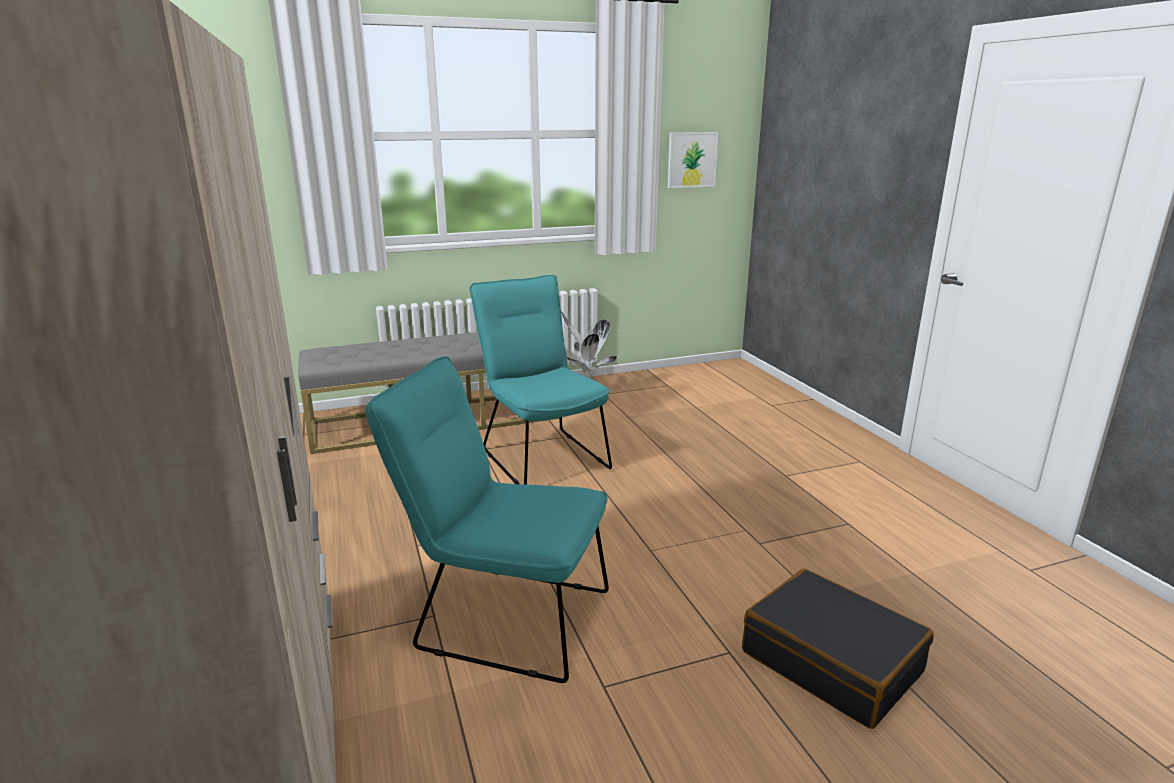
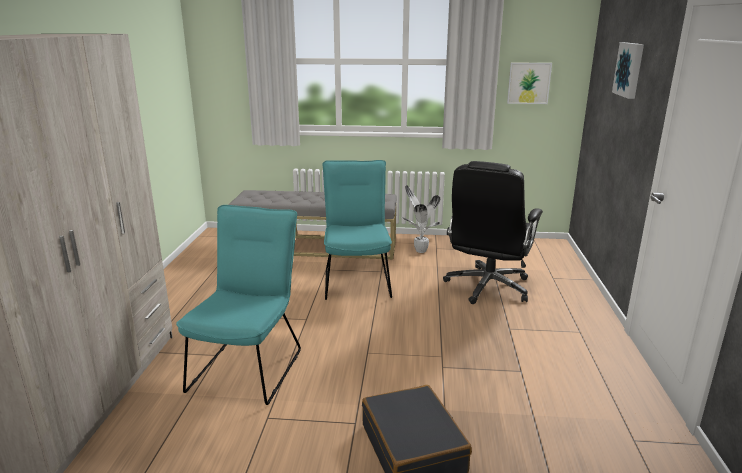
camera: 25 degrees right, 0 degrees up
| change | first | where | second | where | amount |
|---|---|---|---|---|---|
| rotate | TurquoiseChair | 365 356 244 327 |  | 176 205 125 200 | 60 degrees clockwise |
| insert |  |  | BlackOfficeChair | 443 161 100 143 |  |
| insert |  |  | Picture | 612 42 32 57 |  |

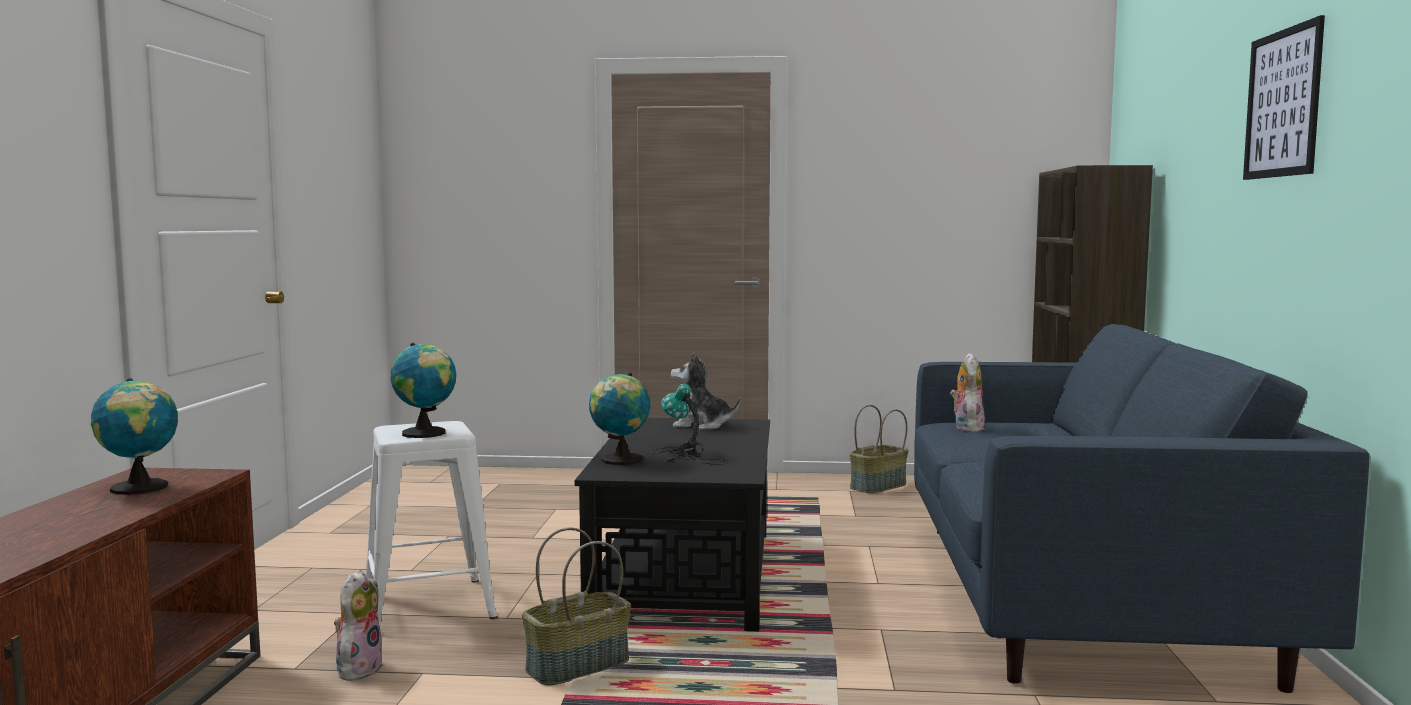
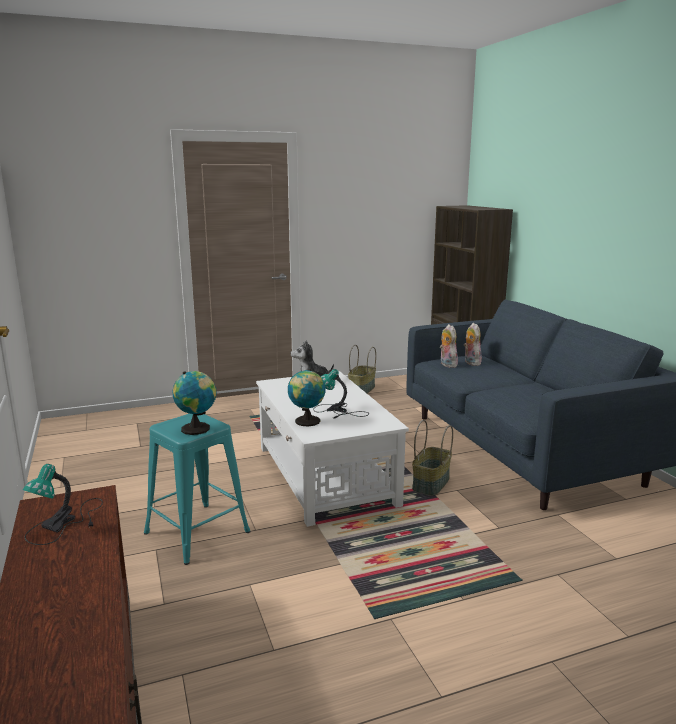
camera: 25 degrees left, 10 degrees up
| change | first | where | second | where | amount |
|---|---|---|---|---|---|
| replace | Globe | 91 378 87 117 | TableLamp | 23 464 80 81 |  |
| move | PlushToy | 334 569 49 112 |  | 464 323 18 43 |  |
| recolor | WhiteStool | 366 421 132 205 | TurquoiseStool | 144 414 107 151 |  |
| move | Basket | 522 527 109 159 |  | 412 420 41 76 |  |
| recolor | BlackCoffeeTable | 575 418 195 213 | WhiteCoffeeTable | 256 371 153 156 |  |
| delete | Picture | 1243 15 82 165 |  |  |  |

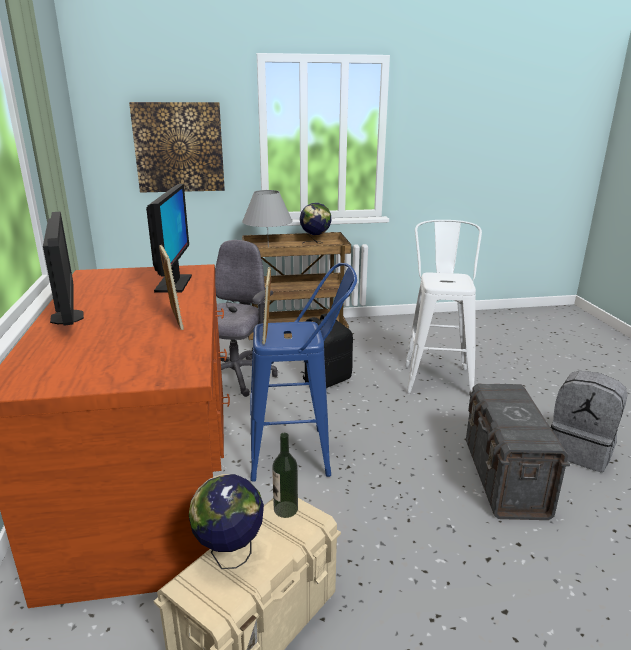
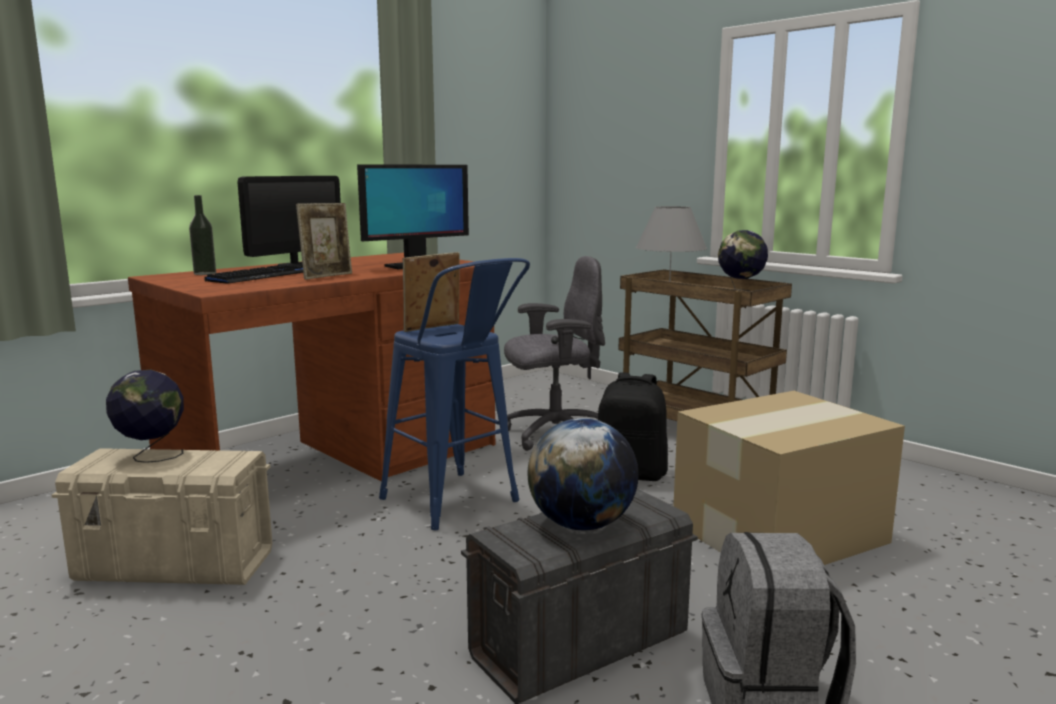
camera: 55 degrees right, 10 degrees down
| change | first | where | second | where | amount |
|---|---|---|---|---|---|
| delete | Picture | 129 102 96 91 |  |  |  |
| move | Bottle | 272 433 26 85 |  | 189 195 27 80 |  |
| replace | WhiteStool | 405 220 77 173 | CardboardBox | 673 391 232 174 |  |
| insert |  |  | Keyboard | 204 264 99 20 |  |
| insert |  |  | Globe | 527 418 112 113 |  |

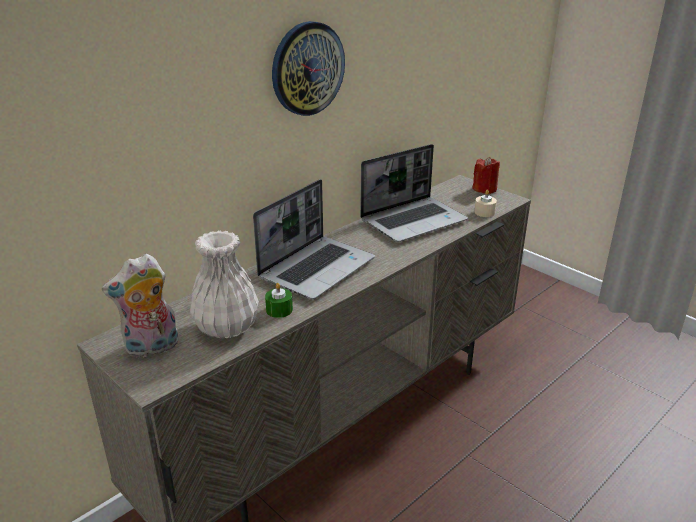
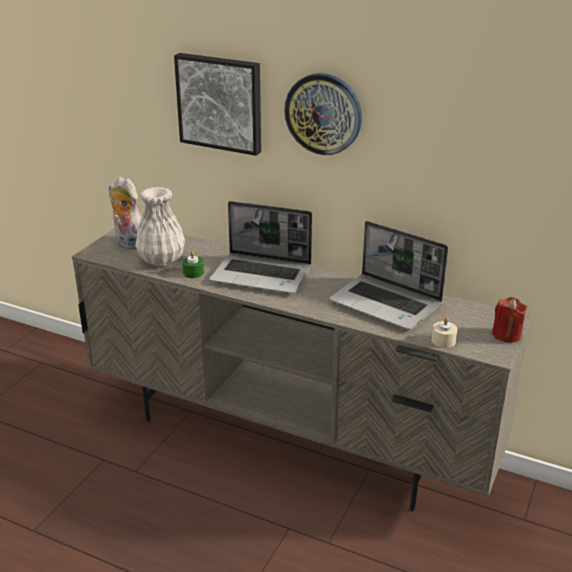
camera: 70 degrees right, 0 degrees up
| change | first | where | second | where | amount |
|---|---|---|---|---|---|
| insert |  |  | Picture | 174 53 87 103 |  |

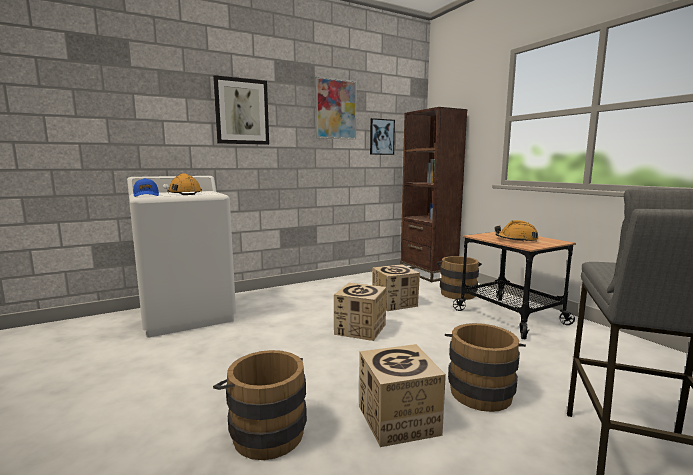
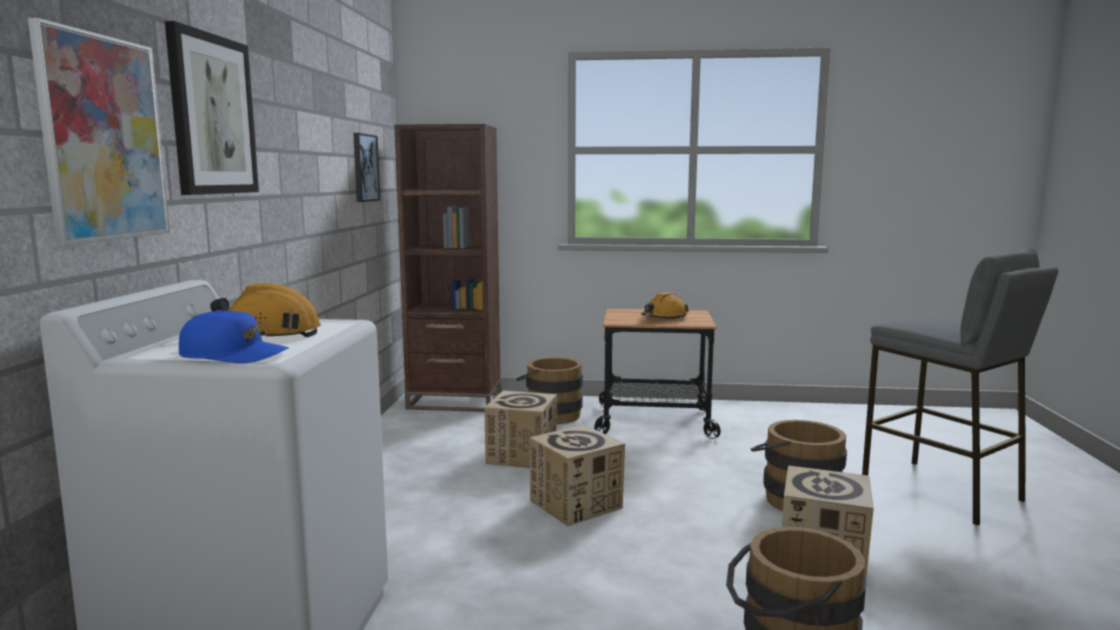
camera: 55 degrees left, 0 degrees up
| change | first | where | second | where | amount |
|---|---|---|---|---|---|
| move | Picture | 315 76 41 64 |  | 28 18 142 228 |  |

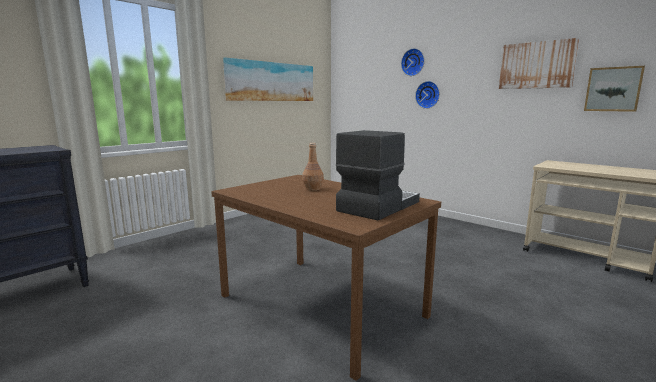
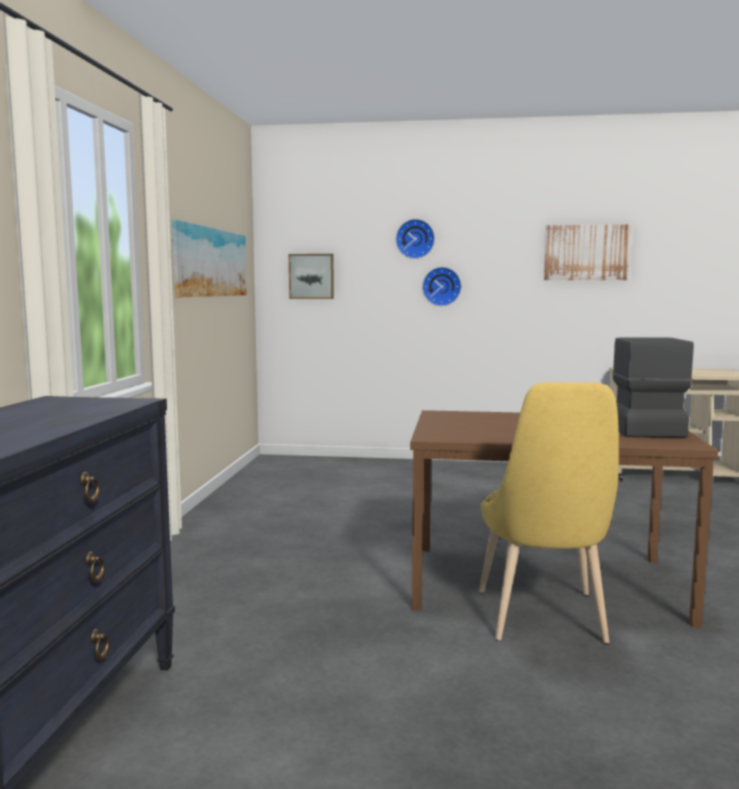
camera: 35 degrees left, 5 degrees down
| change | first | where | second | where | amount |
|---|---|---|---|---|---|
| delete | BrownBottle | 302 143 22 48 |  |  |  |
| move | Picture | 584 66 61 46 |  | 289 254 45 45 |  |
| insert |  |  | YellowChair | 479 382 140 262 |  |

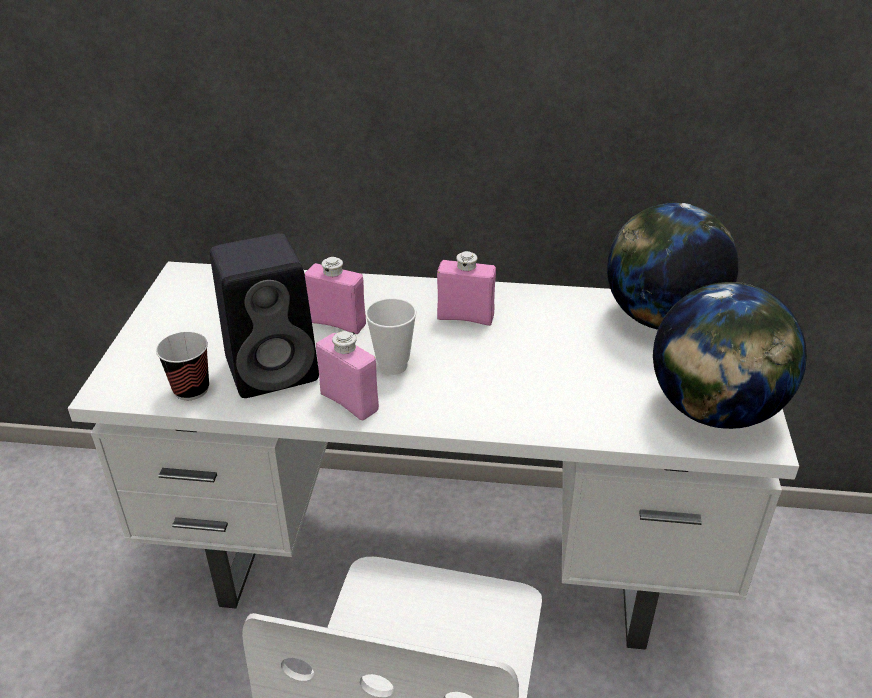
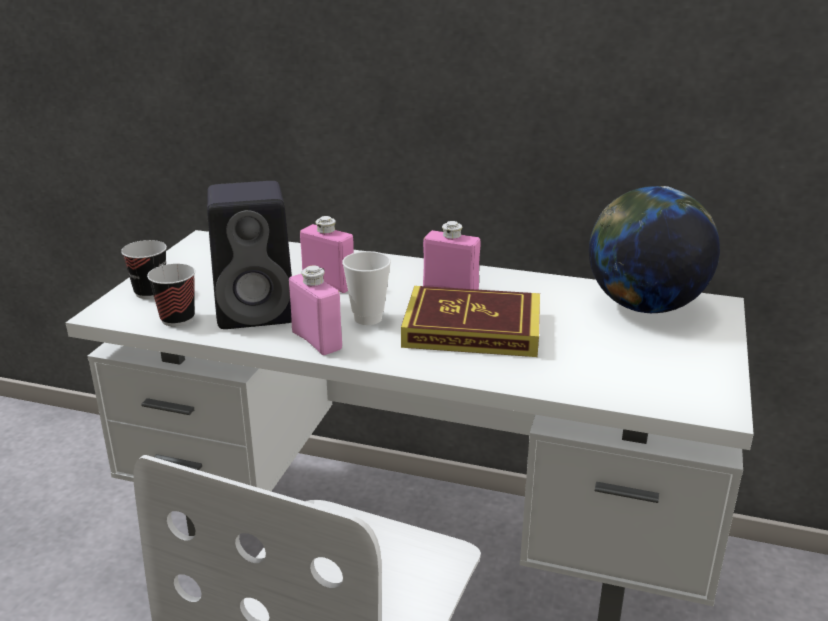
camera: 10 degrees right, 10 degrees down
| change | first | where | second | where | amount |
|---|---|---|---|---|---|
| delete | Globe | 653 282 154 147 |  |  |  |
| insert |  |  | Cup | 121 240 46 59 |  |
| insert |  |  | Book | 401 286 139 71 |  |

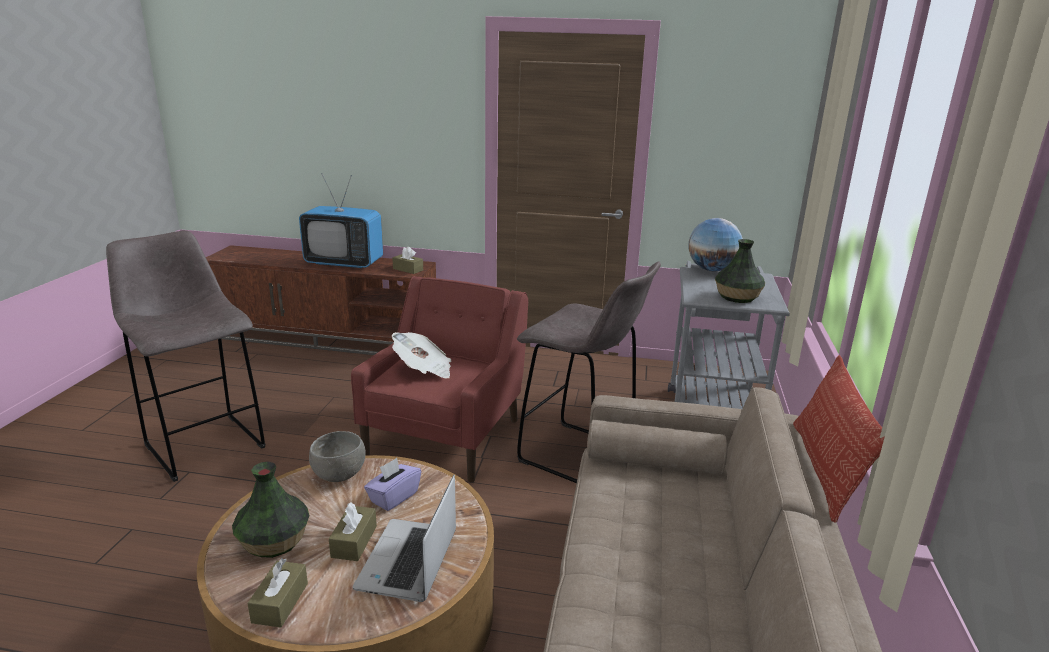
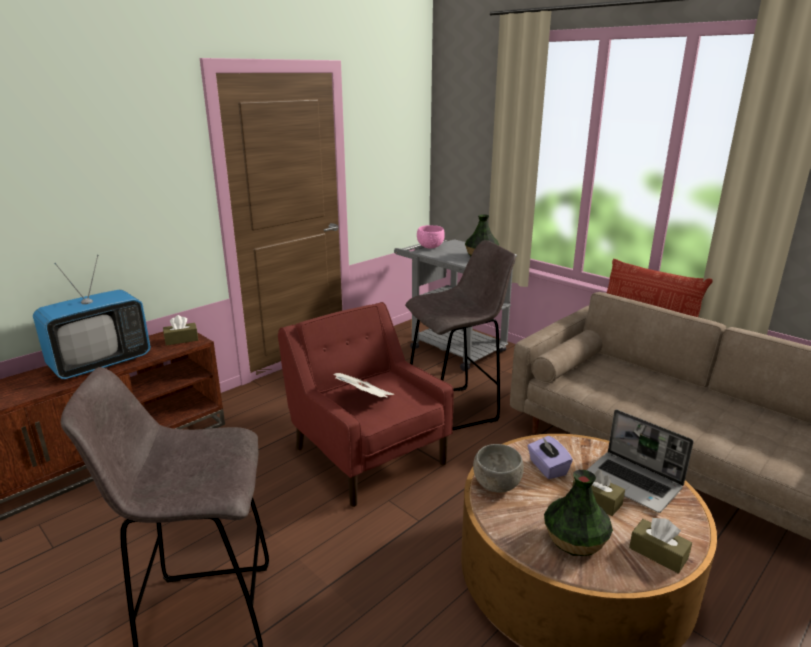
camera: 55 degrees left, 0 degrees up
| change | first | where | second | where | amount |
|---|---|---|---|---|---|
| replace | Globe | 688 218 55 53 | PinkBowl | 417 225 28 24 |  |

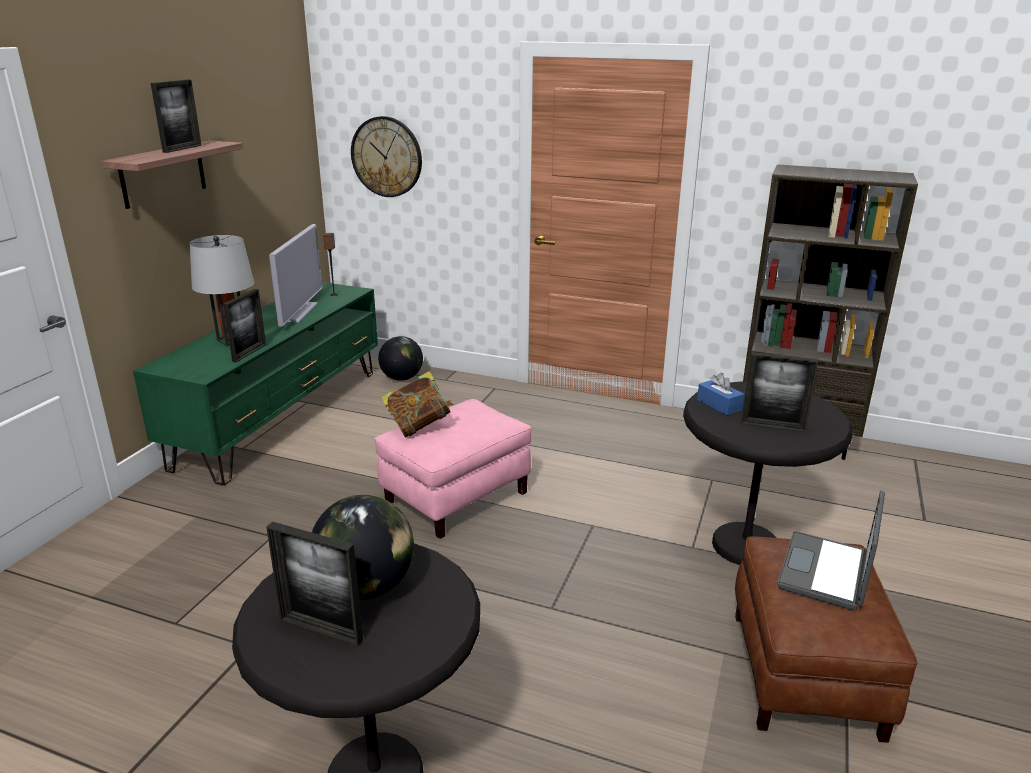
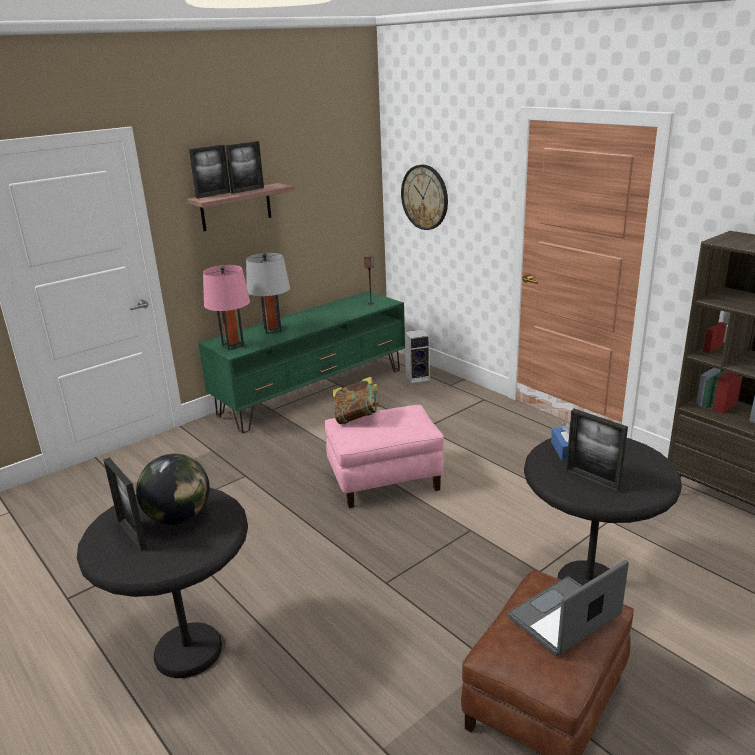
camera: 30 degrees right, 0 degrees up
| change | first | where | second | where | amount |
|---|---|---|---|---|---|
| move | PictureFrame | 223 289 43 73 |  | 189 145 42 53 |  |
| delete | Television | 269 224 54 103 |  |  |  |
| replace | Globe | 378 336 45 45 | Speaker | 405 329 25 54 |  |
| insert |  |  | PinkTableLamp | 203 265 47 85 |  |

